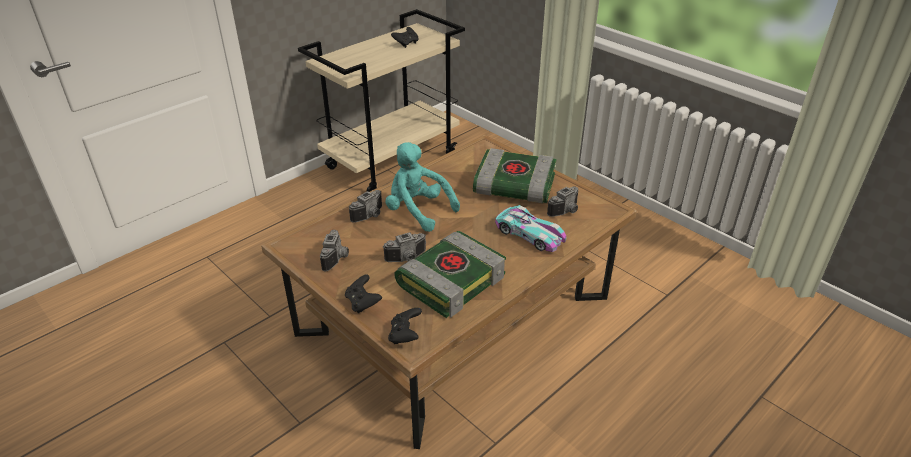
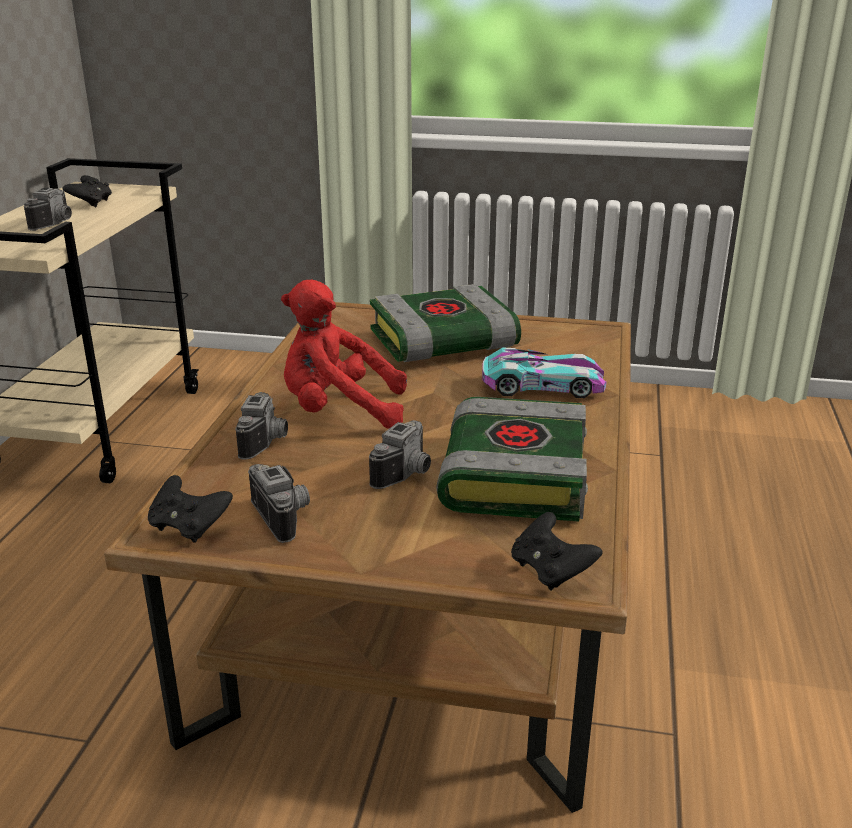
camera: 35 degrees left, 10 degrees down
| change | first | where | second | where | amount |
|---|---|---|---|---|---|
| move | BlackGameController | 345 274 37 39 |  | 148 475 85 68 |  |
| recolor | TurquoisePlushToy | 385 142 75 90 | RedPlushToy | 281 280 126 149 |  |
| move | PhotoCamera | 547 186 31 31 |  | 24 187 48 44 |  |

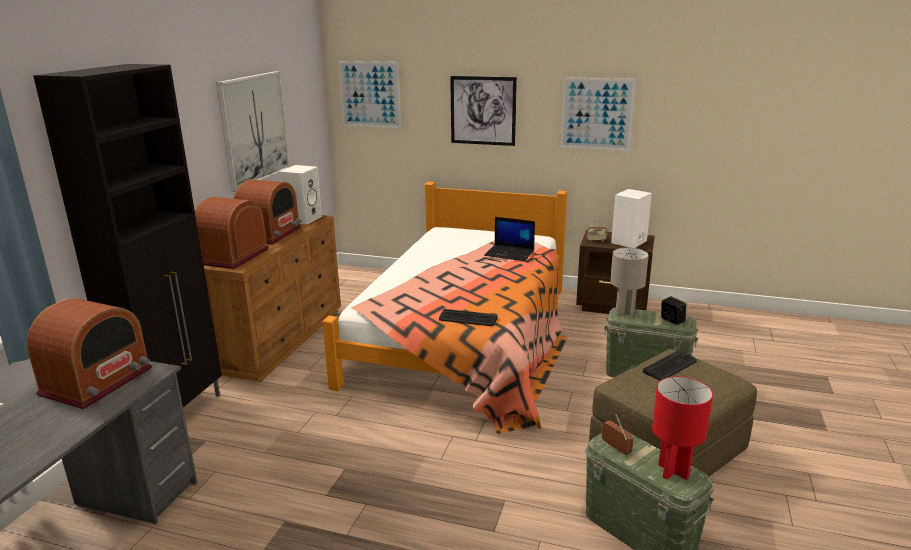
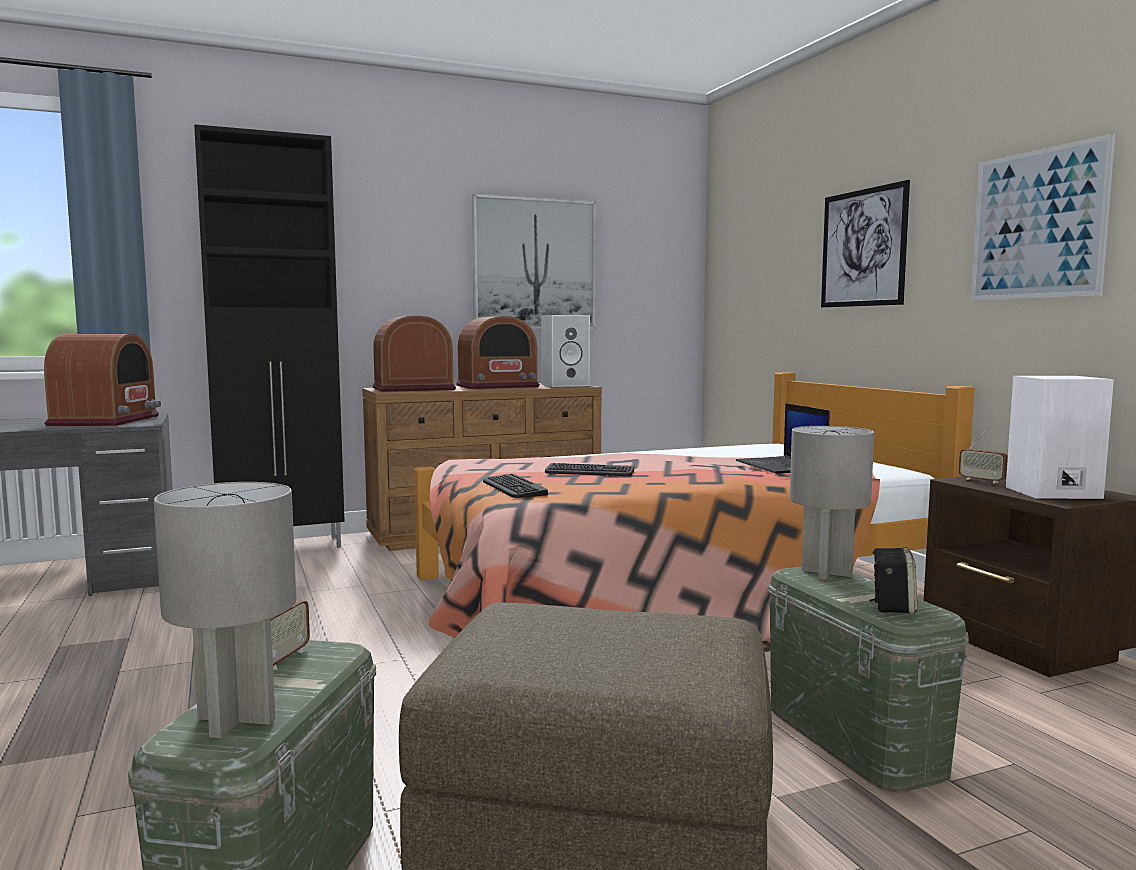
camera: 50 degrees right, 15 degrees down
| change | first | where | second | where | amount |
|---|---|---|---|---|---|
| rotate | Radio | 27 298 125 111 |  | 44 334 117 92 | 75 degrees counterclockwise |
| delete | Picture | 338 61 63 67 |  |  |  |
| move | Keyboard | 643 350 54 31 |  | 545 463 89 13 |  |
| recolor | RedTableLamp | 652 376 61 104 | GreyTableLamp | 154 482 142 256 |  |

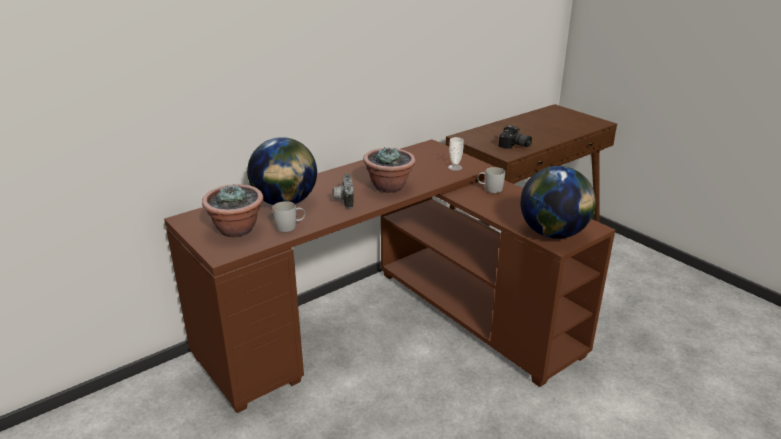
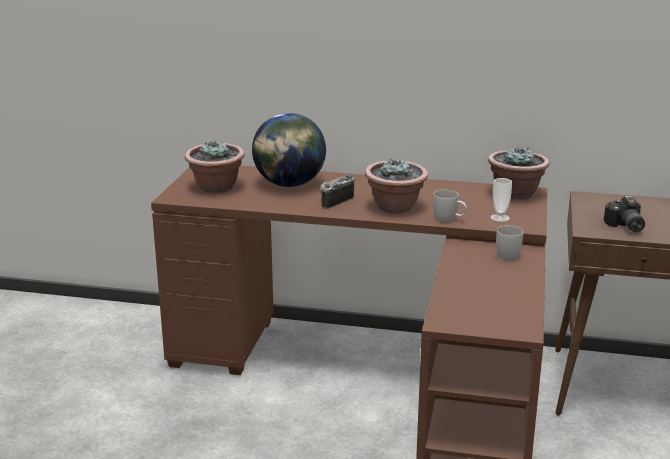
camera: 50 degrees right, 5 degrees down
| change | first | where | second | where | amount |
|---|---|---|---|---|---|
| move | WhiteMug | 273 201 32 31 |  | 433 190 34 32 |  |
| delete | Globe | 520 166 76 73 |  |  |  |
| insert |  |  | PottedPlant | 488 145 62 55 |  |

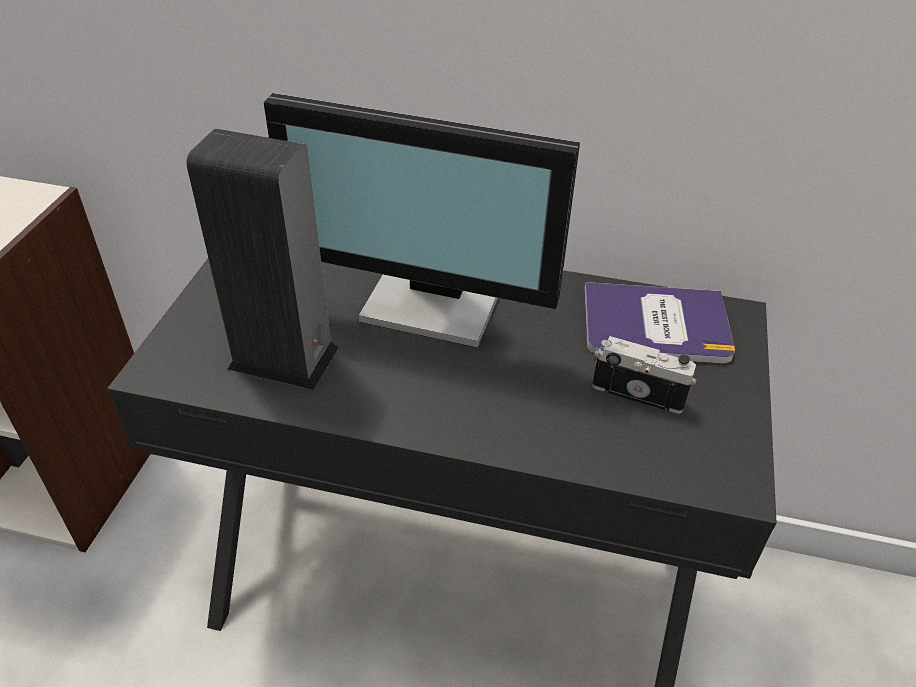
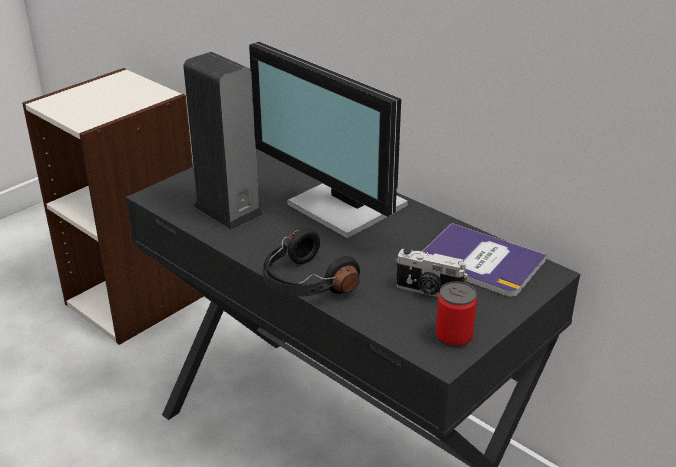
camera: 30 degrees right, 10 degrees down
| change | first | where | second | where | amount |
|---|---|---|---|---|---|
| rotate | PhotoCamera | 592 336 104 78 |  | 396 248 72 49 | 150 degrees clockwise |
| insert |  |  | BlackHeadphones | 263 228 97 69 |  |
| insert |  |  | Can | 436 281 41 67 |  |

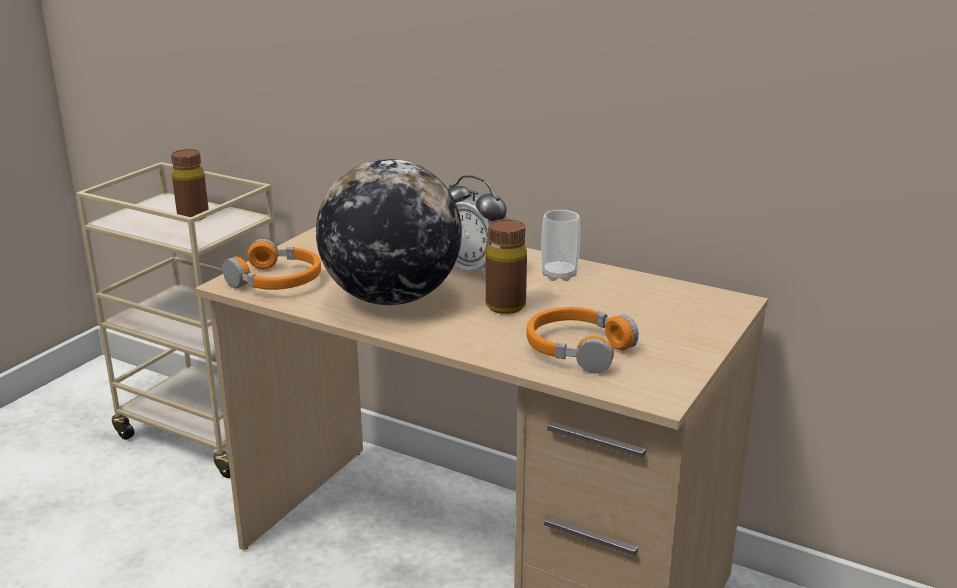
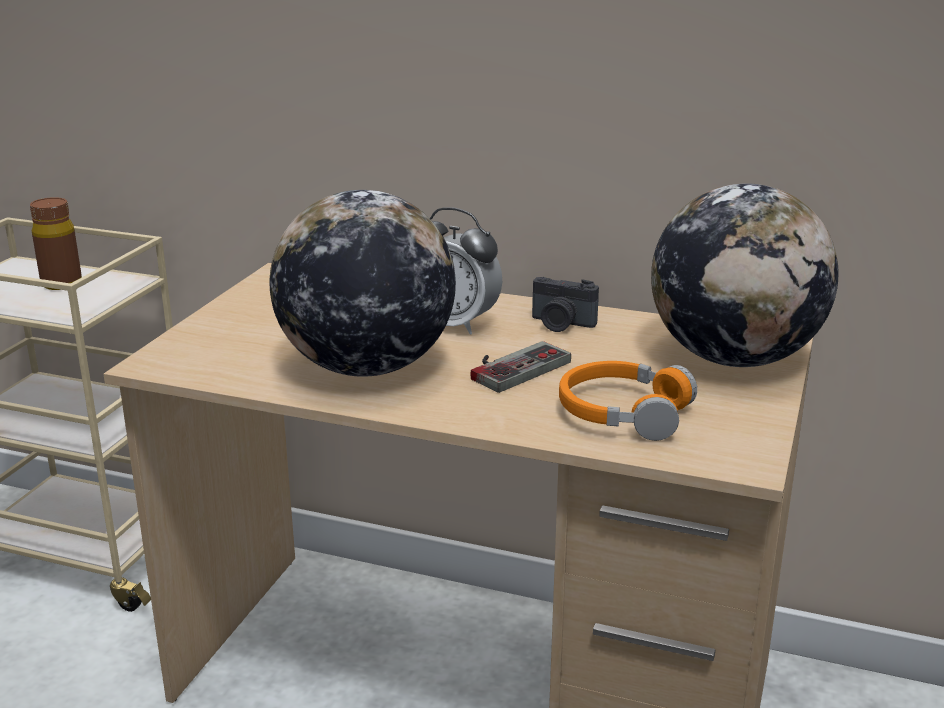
camera: 10 degrees left, 0 degrees up
| change | first | where | second | where | amount |
|---|---|---|---|---|---|
| delete | OrangeHeadphones | 222 239 99 51 |  |  |  |
| replace | BrownBottle | 486 219 41 95 | GameController | 470 341 101 52 |  |
| replace | Cup | 541 210 39 71 | PhotoCamera | 532 277 67 55 |  |
| insert |  |  | Globe | 651 183 188 184 |  |

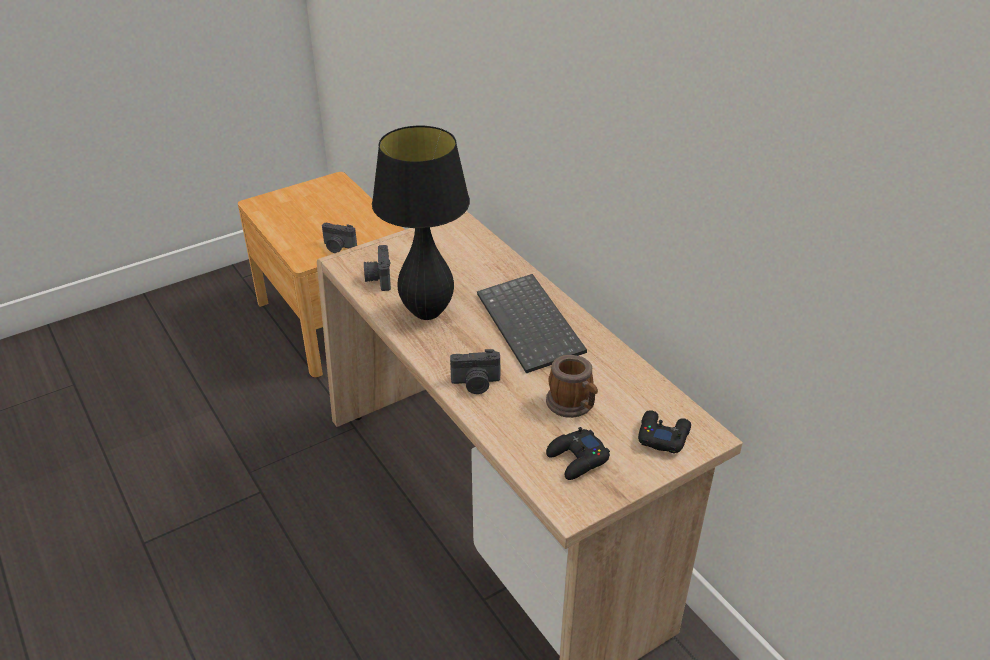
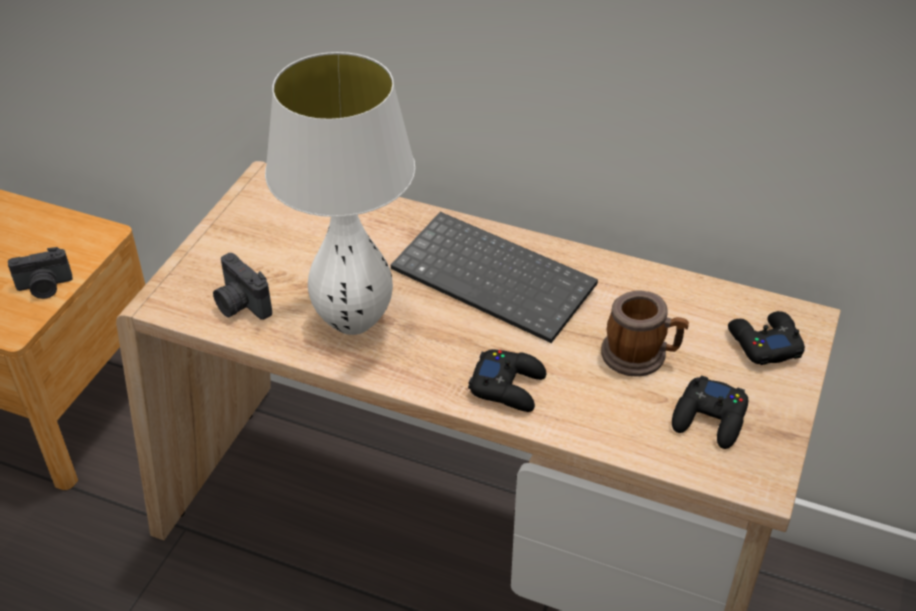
camera: 35 degrees left, 5 degrees up
| change | first | where | second | where | amount |
|---|---|---|---|---|---|
| recolor | BlackTableLamp | 372 126 98 194 | WhiteTableLamp | 265 52 150 283 |  |
| replace | PhotoCamera | 450 349 50 45 | BlackGameController | 468 350 78 62 |  |

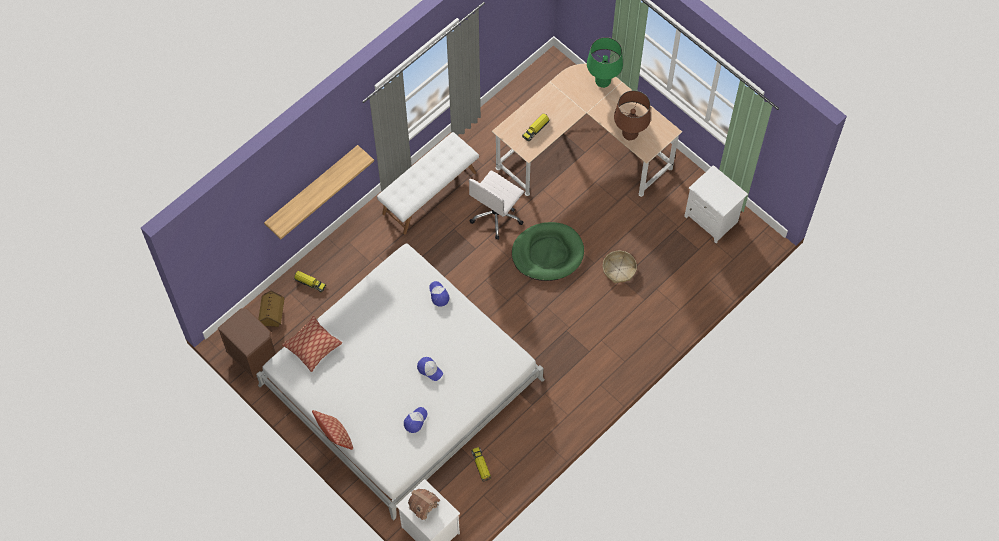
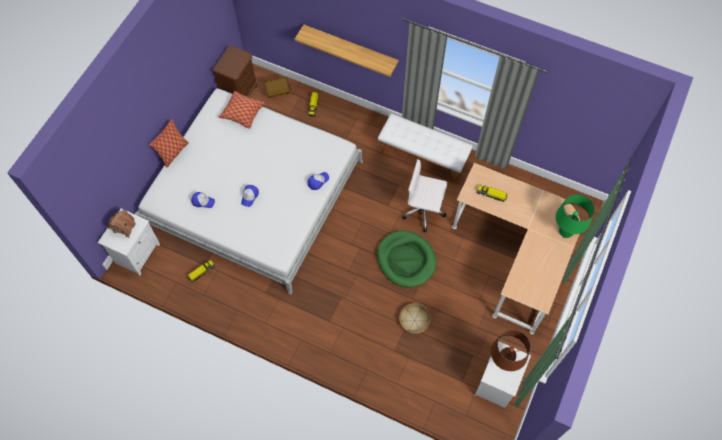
camera: 70 degrees right, 0 degrees up
| change | first | where | second | where | amount |
|---|---|---|---|---|---|
| move | BrownTableLamp | 614 90 37 50 |  | 491 330 39 41 |  |

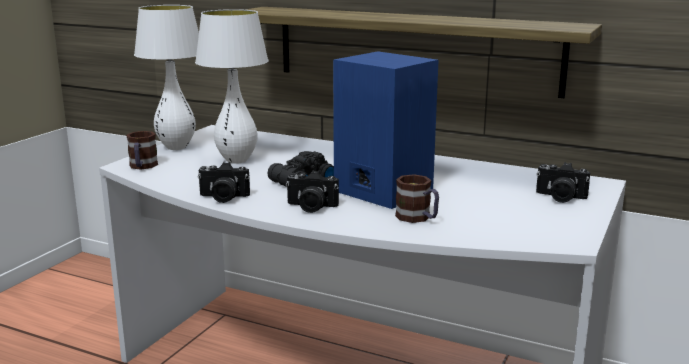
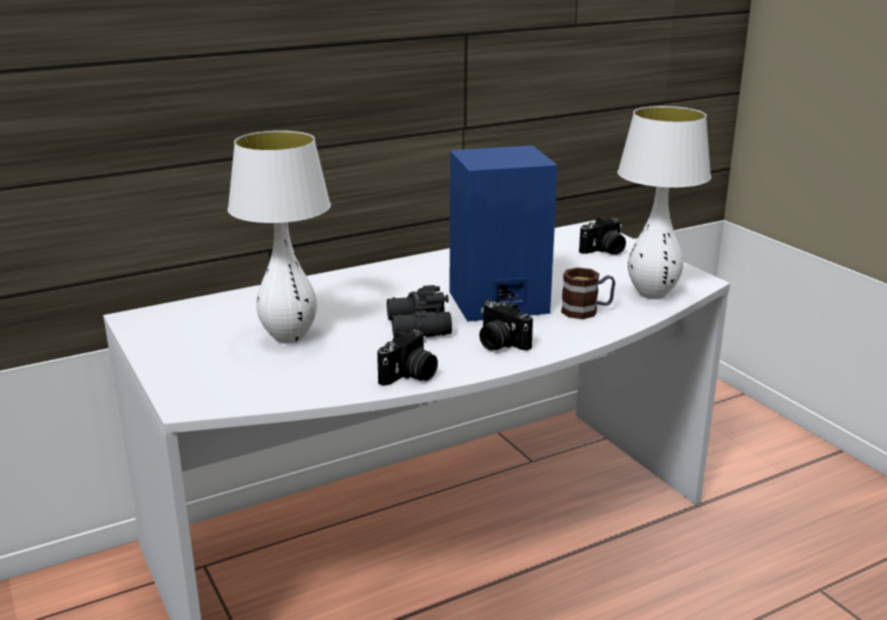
camera: 55 degrees left, 5 degrees up
| change | first | where | second | where | amount |
|---|---|---|---|---|---|
| delete | Mug | 126 131 32 39 |  |  |  |
| move | WhiteTableLamp | 134 5 65 145 |  | 618 106 93 193 |  |
| delete | Shelf | 246 7 356 91 |  |  |  |
| rotate | PhotoCamera | 286 170 53 43 |  | 479 300 54 51 | 90 degrees clockwise |

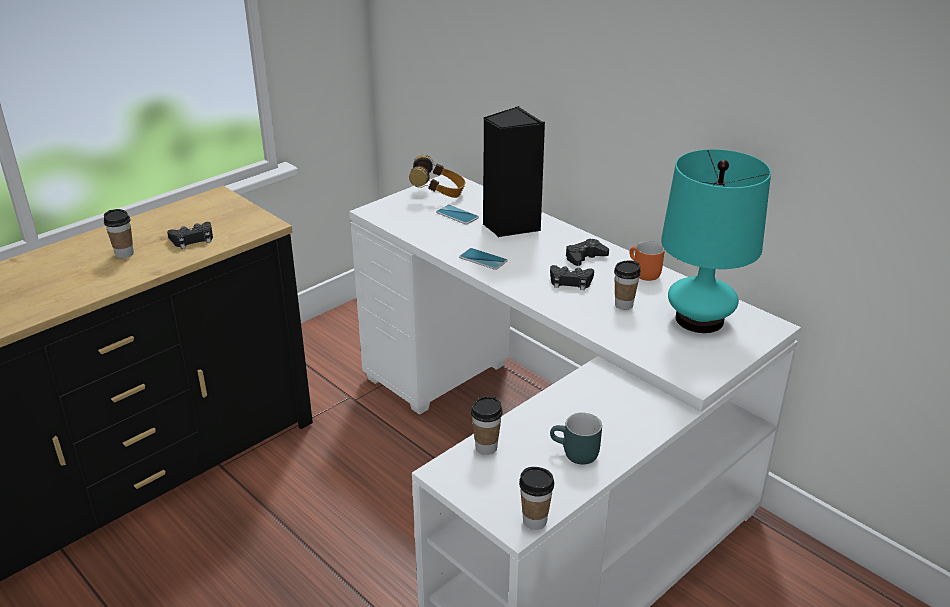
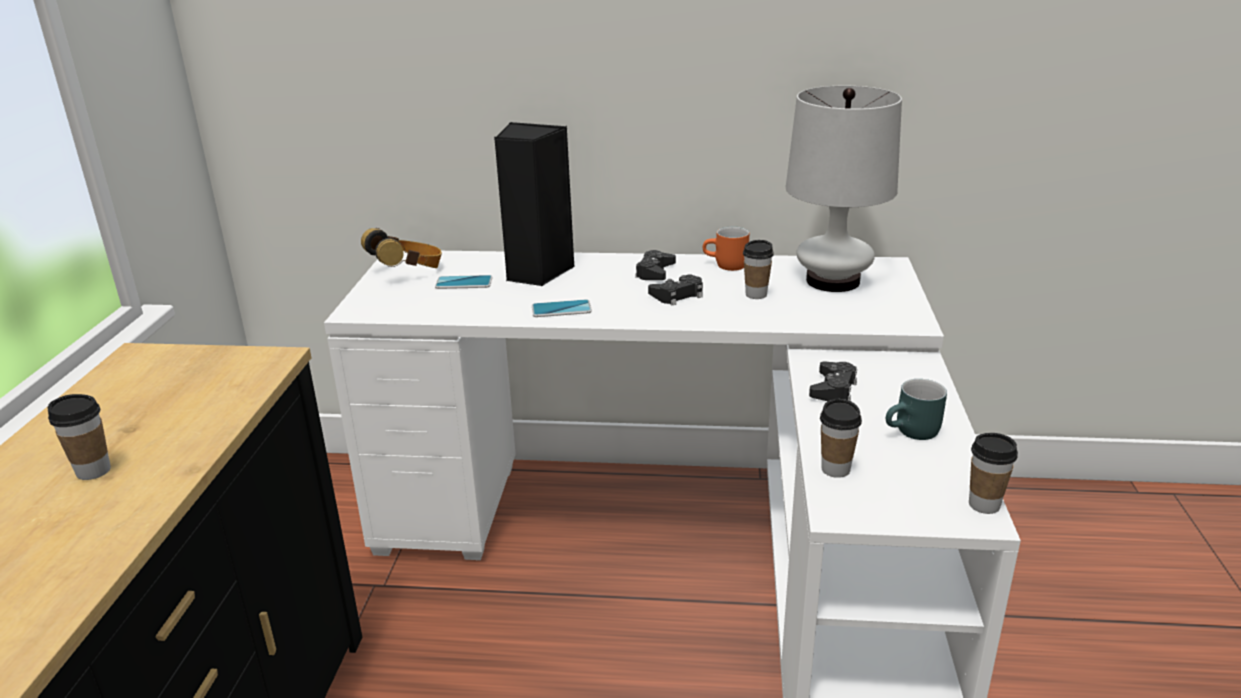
camera: 40 degrees left, 5 degrees down
| change | first | where | second | where | amount |
|---|---|---|---|---|---|
| move | BlackGameController | 167 222 46 27 |  | 809 361 48 40 |  |
| recolor | TurquoiseTableLamp | 661 149 110 184 | WhiteTableLamp | 786 86 116 206 |  |

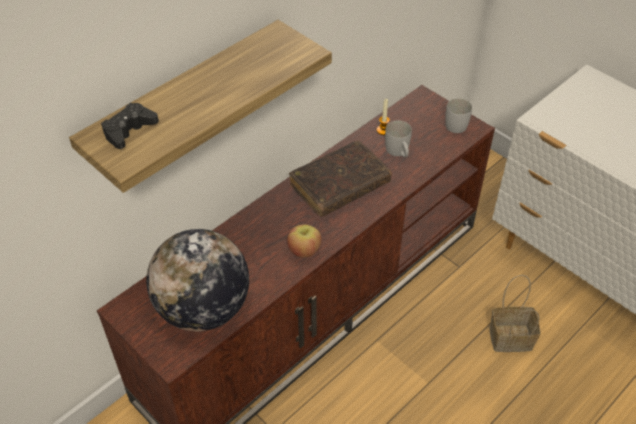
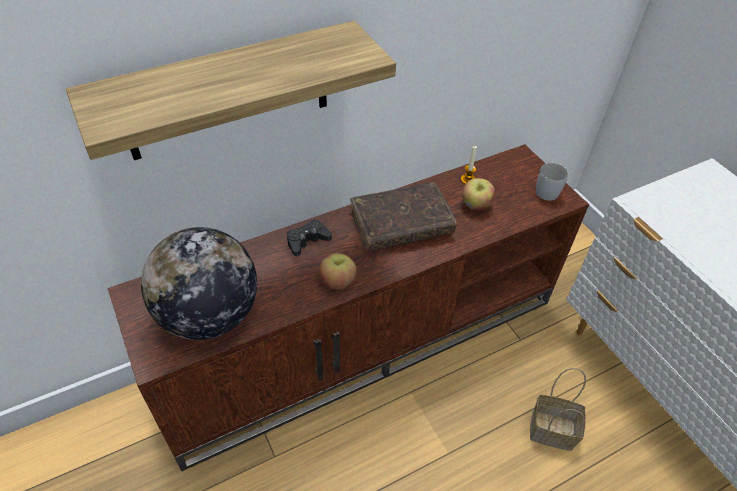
camera: 15 degrees right, 0 degrees up
| change | first | where | second | where | amount |
|---|---|---|---|---|---|
| move | BlackGameController | 101 103 58 46 |  | 287 219 45 37 |  |
| replace | WhiteMug | 385 120 27 37 | Apple | 462 178 33 32 |  |

